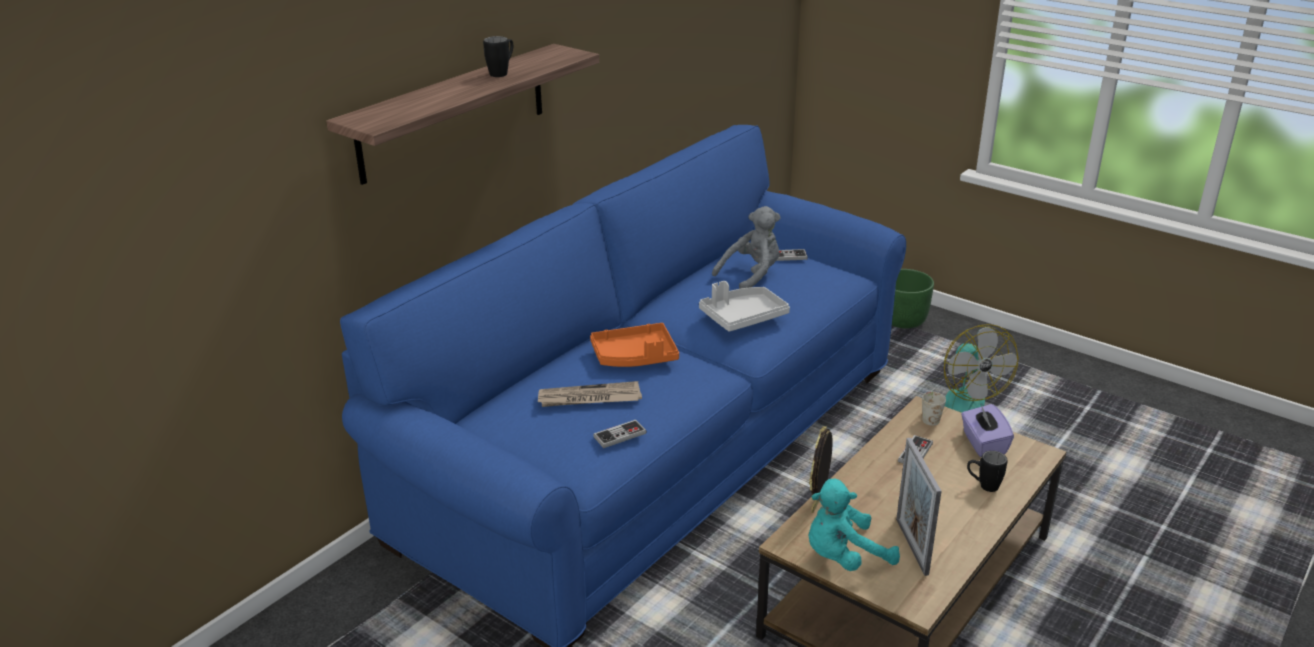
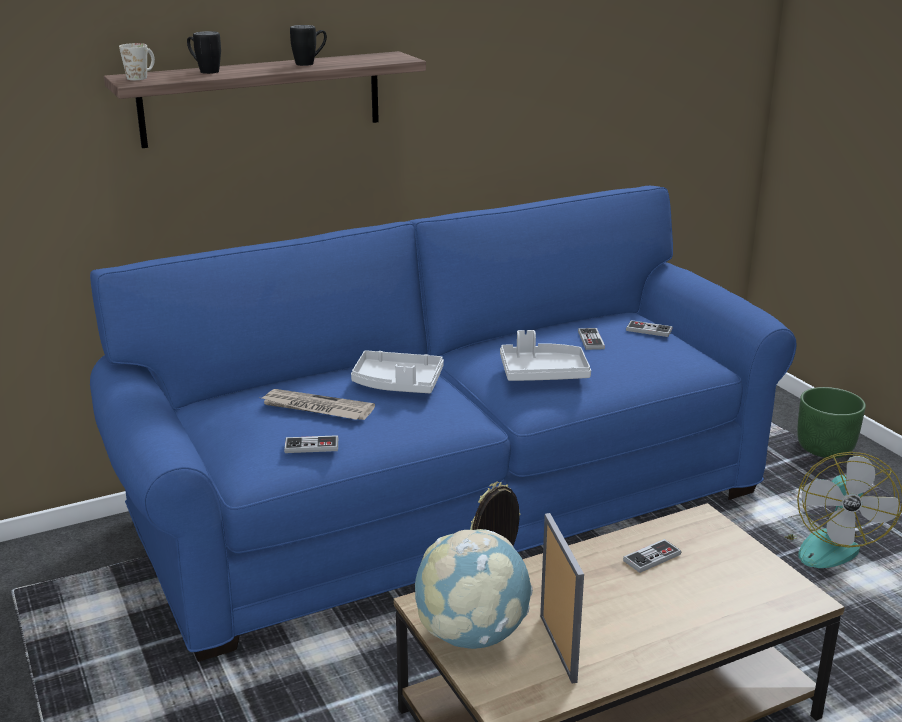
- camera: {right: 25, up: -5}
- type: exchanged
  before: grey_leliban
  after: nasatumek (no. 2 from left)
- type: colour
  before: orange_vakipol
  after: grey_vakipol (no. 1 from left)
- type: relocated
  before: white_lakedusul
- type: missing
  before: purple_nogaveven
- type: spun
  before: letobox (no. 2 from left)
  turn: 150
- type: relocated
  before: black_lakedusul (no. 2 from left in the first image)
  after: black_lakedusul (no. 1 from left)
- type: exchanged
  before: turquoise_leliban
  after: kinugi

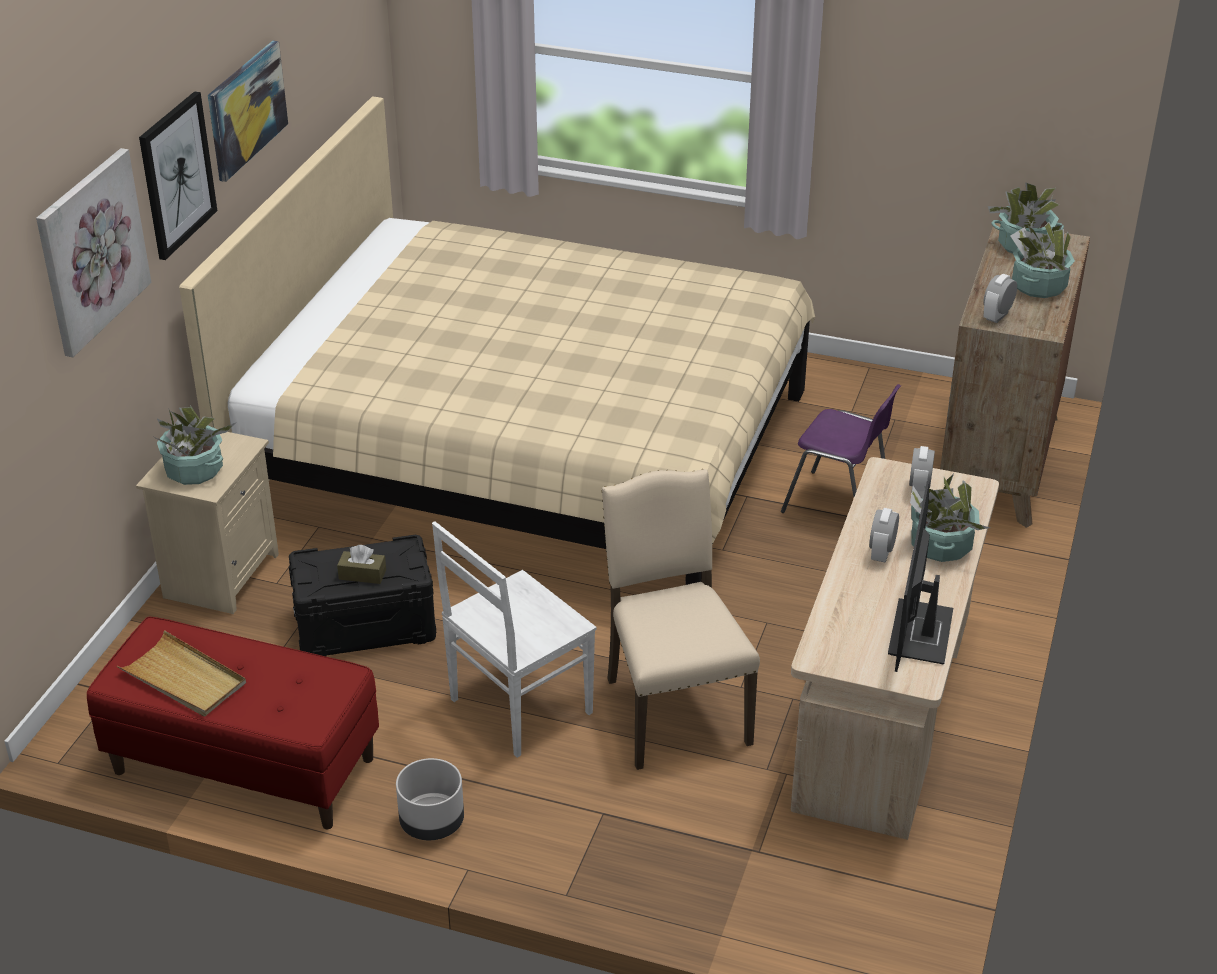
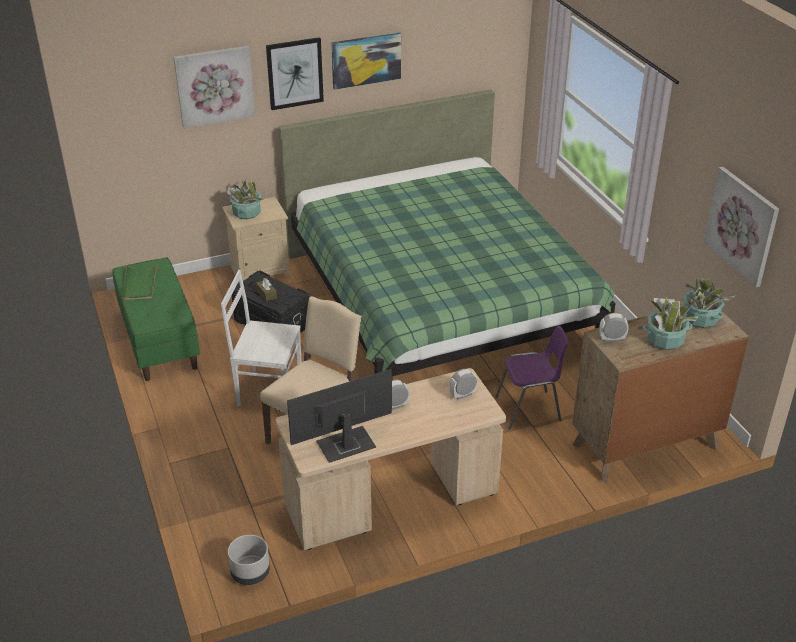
- camera: {right: 50, up: 0}
- type: colour
  before: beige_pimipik
  after: green_pimipik
- type: spun
  before: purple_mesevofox
  turn: -90
- type: missing
  before: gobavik (no. 2 from left)
- type: colour
  before: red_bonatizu
  after: green_bonatizu
- type: colour
  before: beige_vakipol
  after: green_vakipol
- type: relocated
  before: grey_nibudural
- type: appeared
  after: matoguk (no. 4 from left)

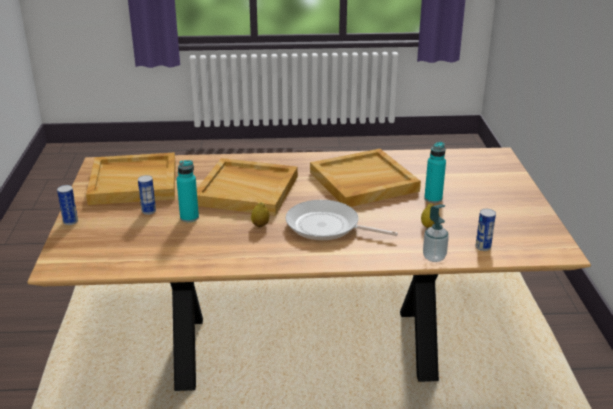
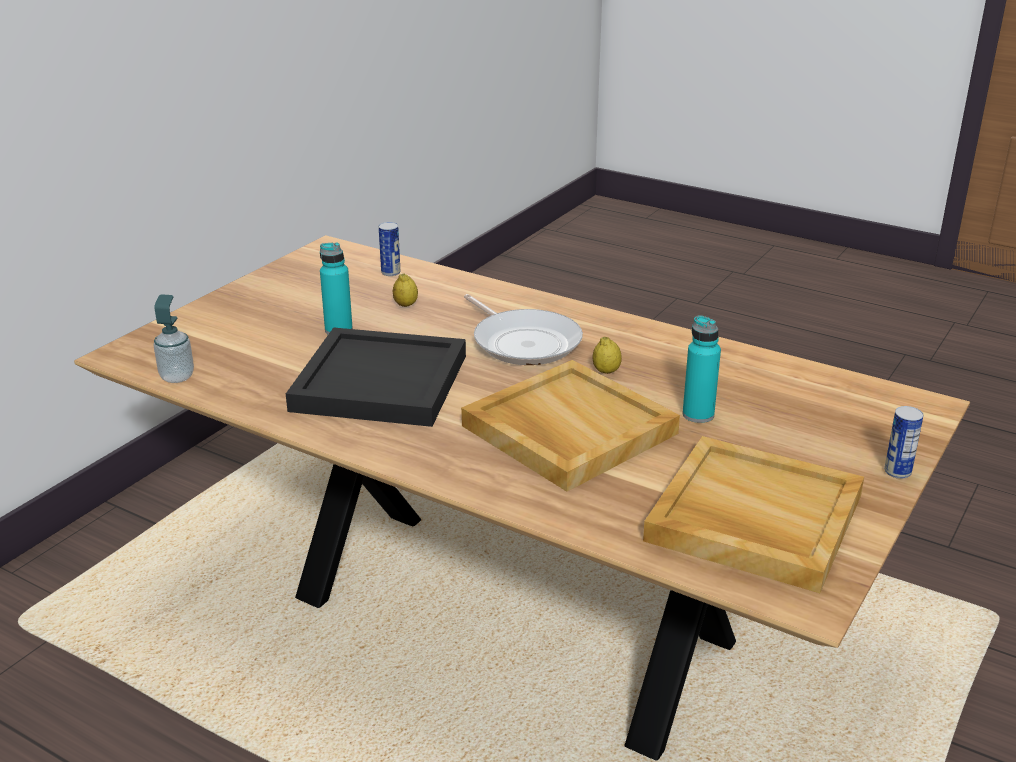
- camera: {right: -145, up: 0}
- type: colour
  before: beige_vakipol (no. 3 from left)
  after: black_vakipol
- type: missing
  before: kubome (no. 2 from left)
- type: relocated
  before: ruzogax

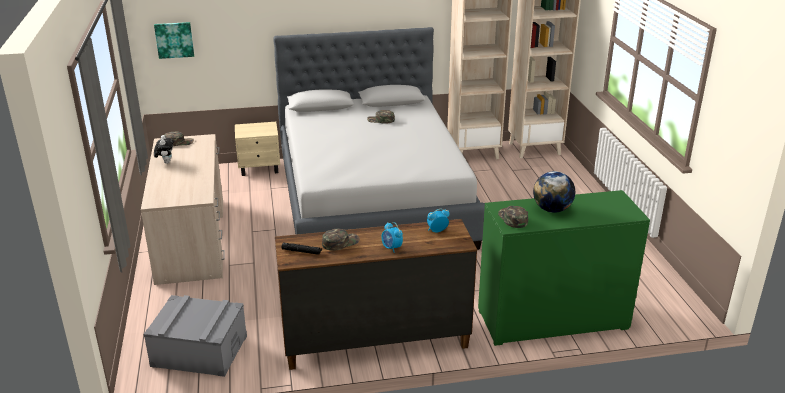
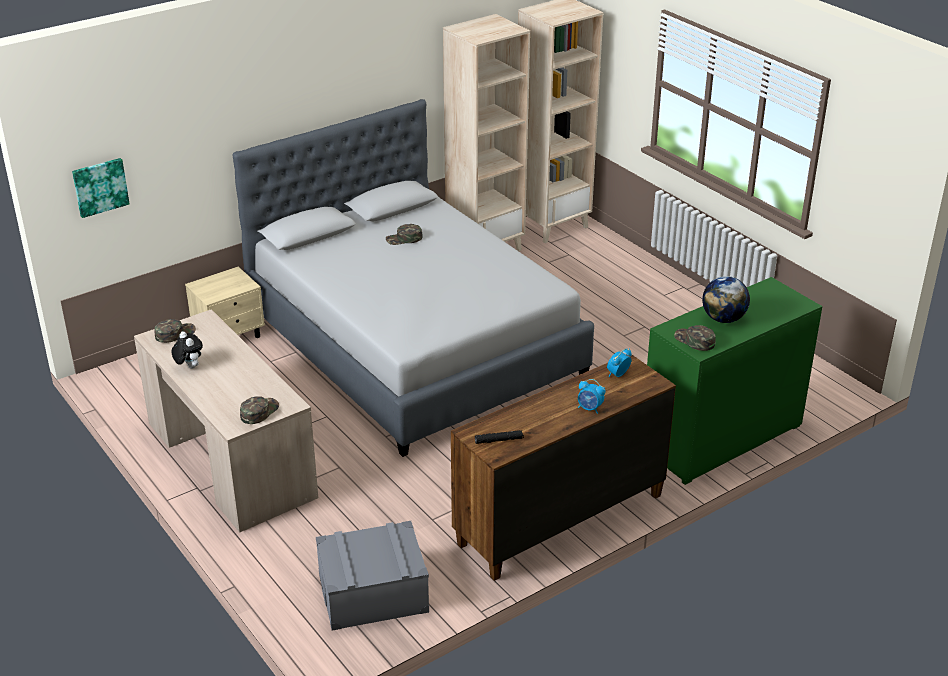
- camera: {right: -25, up: 5}
- type: relocated
  before: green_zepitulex (no. 2 from left)

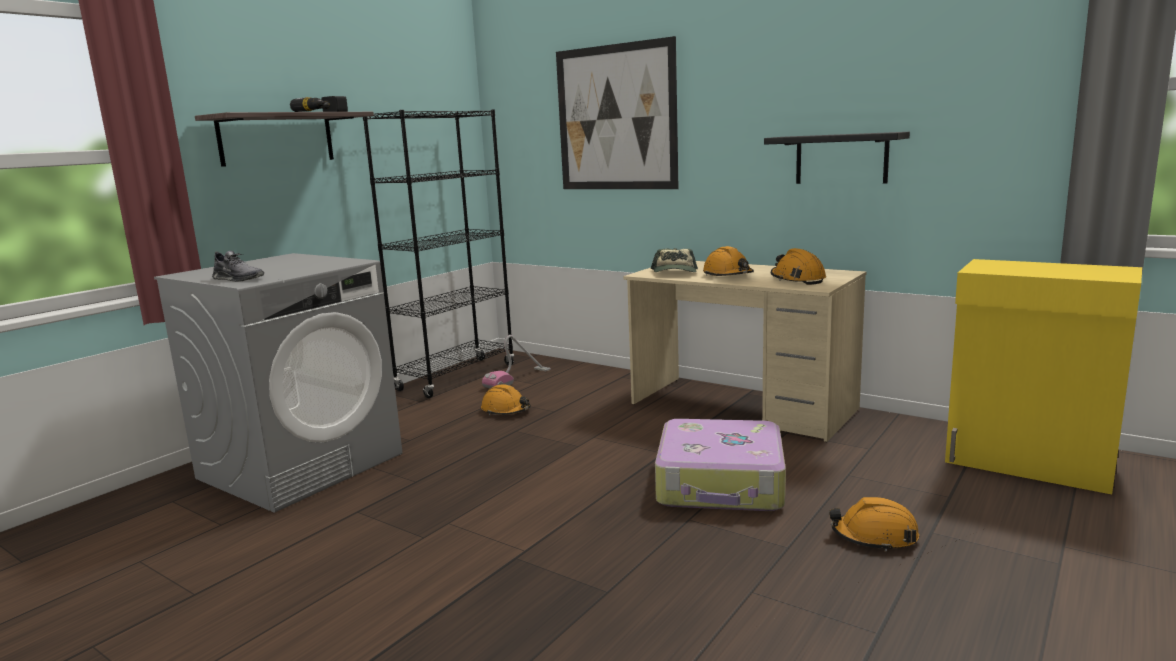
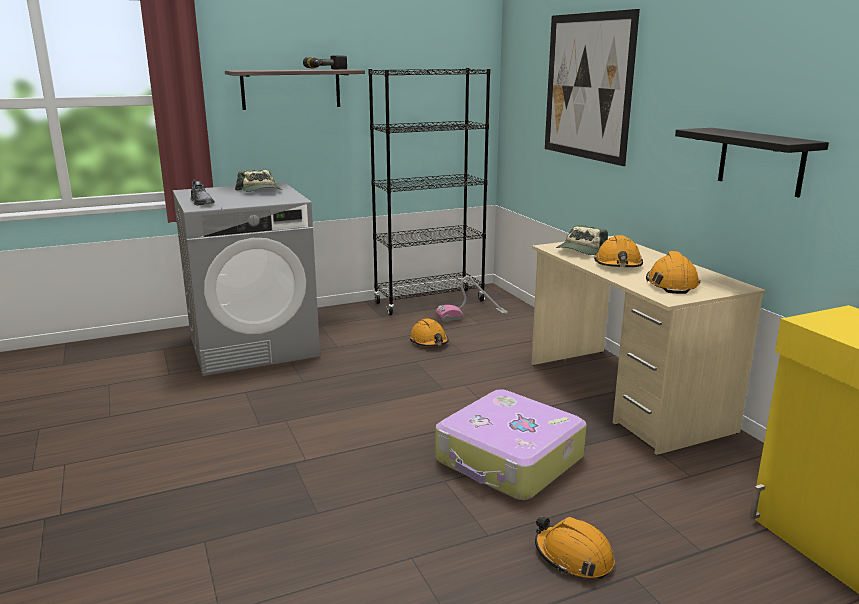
- camera: {right: 30, up: 5}
- type: appeared
  after: zepitulex (no. 1 from left)

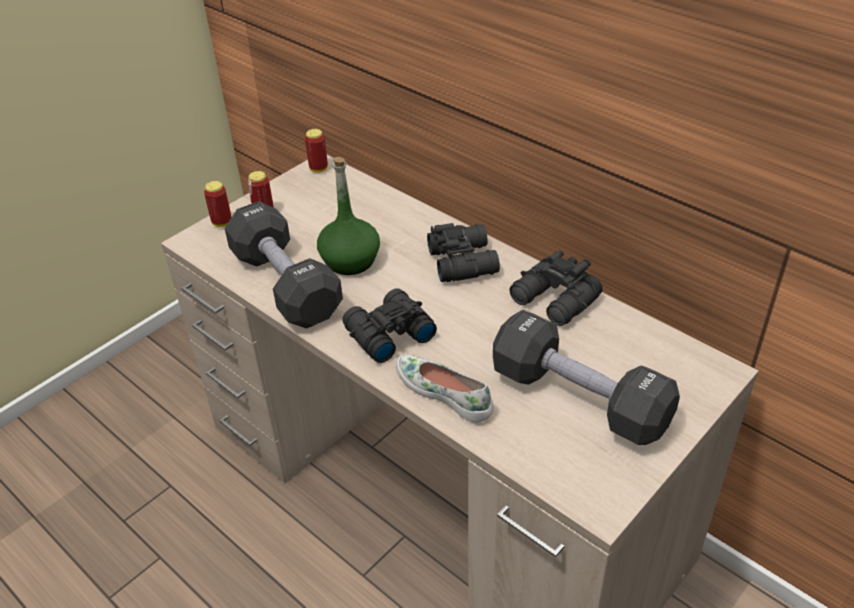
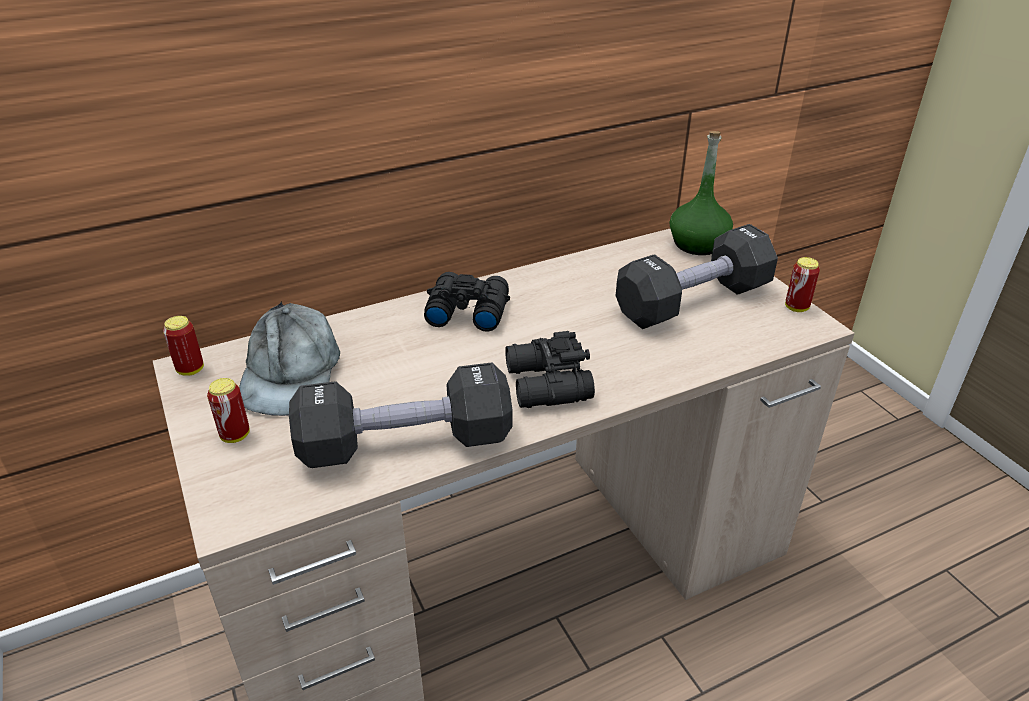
- camera: {right: -70, up: -5}
- type: relocated
  before: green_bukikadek
- type: relocated
  before: kubome (no. 1 from left in the first image)
  after: kubome (no. 3 from left)
- type: missing
  before: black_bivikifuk (no. 3 from left)
- type: missing
  before: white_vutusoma
- type: appeared
  after: grey_zepitulex

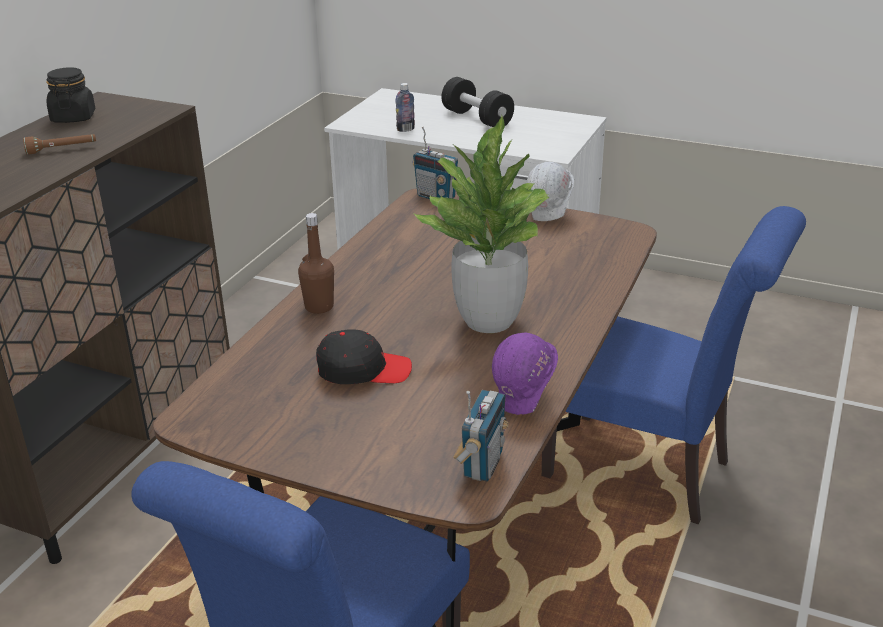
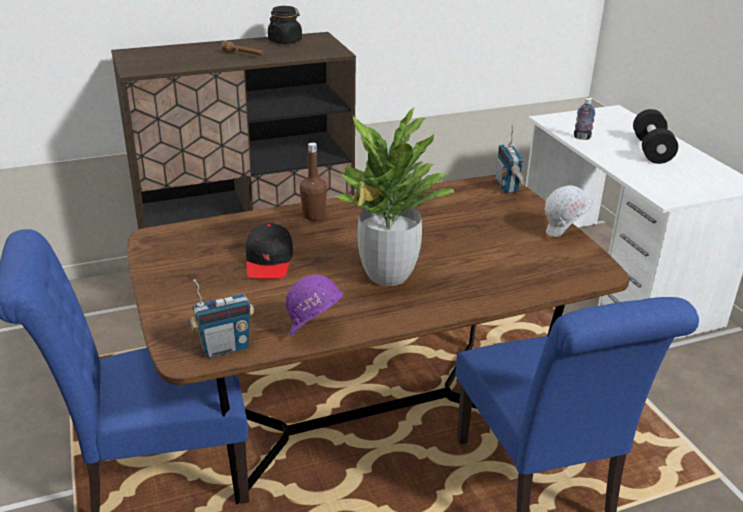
- camera: {right: 45, up: 0}
- type: spun
  before: black_zepitulex
  turn: 45

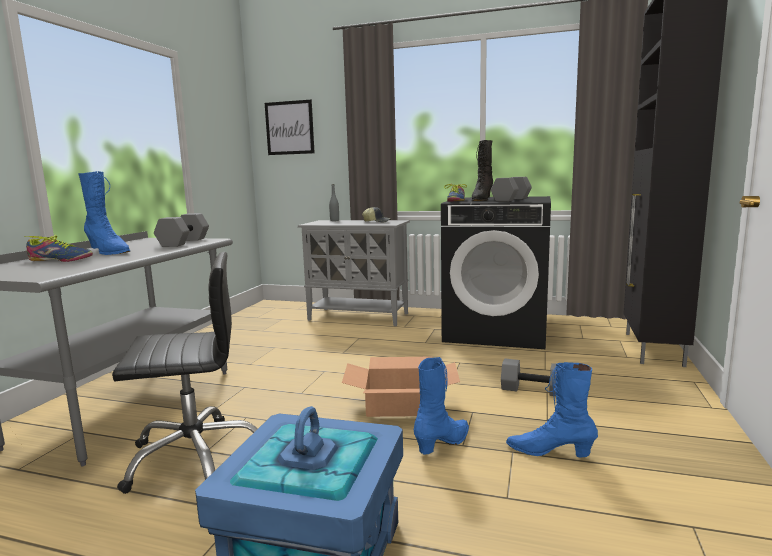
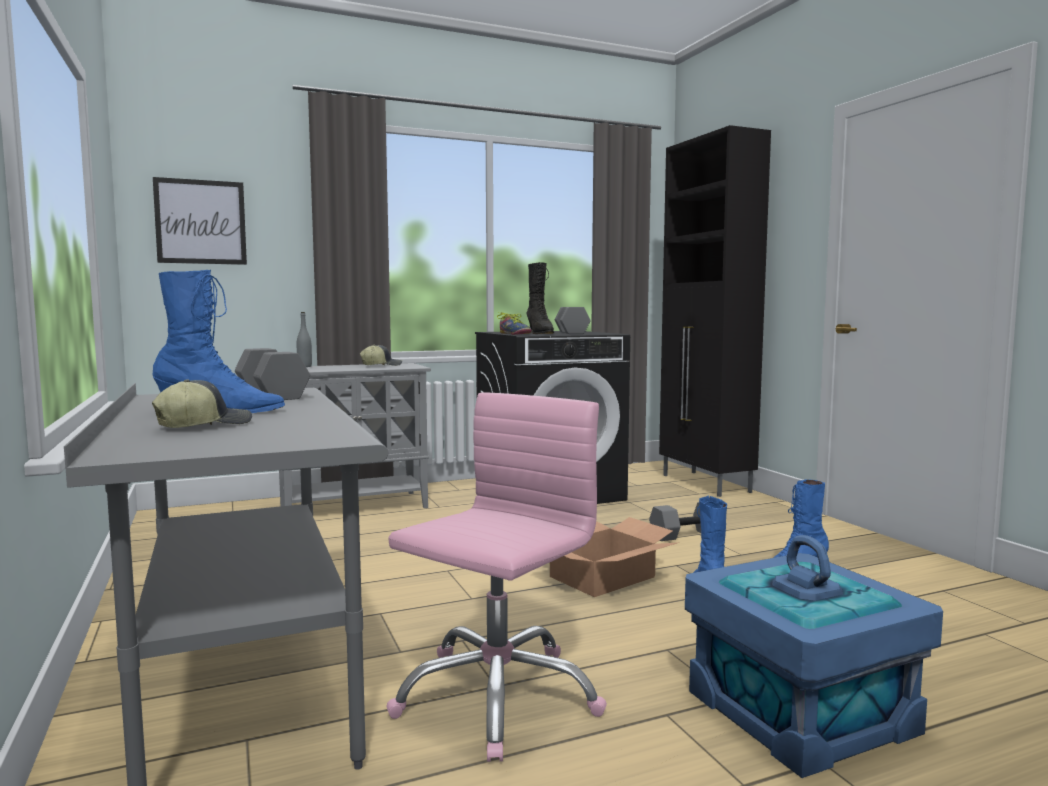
- camera: {right: -40, up: -5}
- type: exchanged
  before: vutusoma (no. 1 from left)
  after: zepitulex (no. 1 from left)
- type: colour
  before: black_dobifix
  after: pink_dobifix

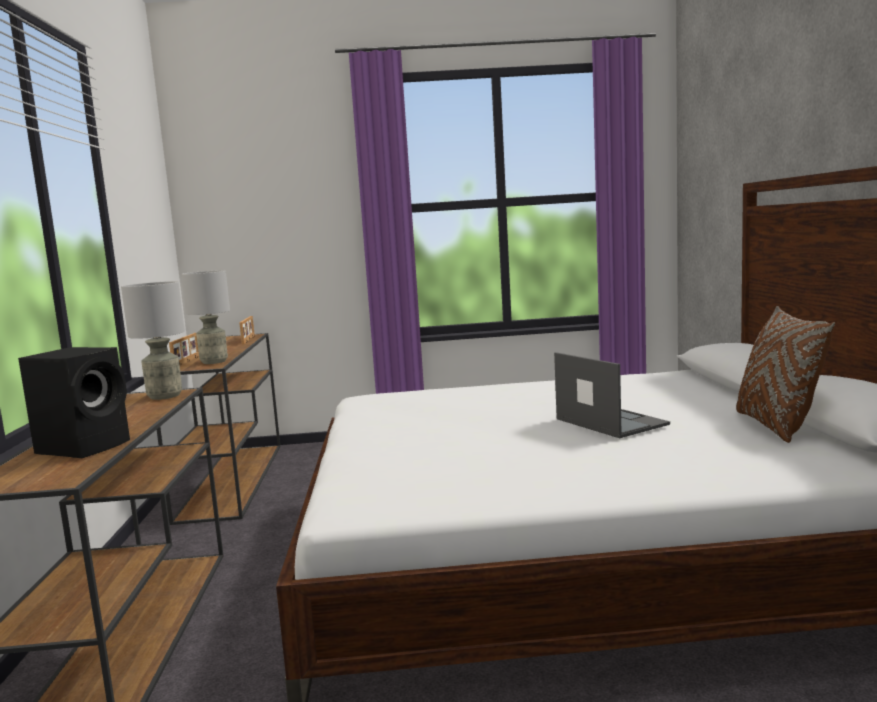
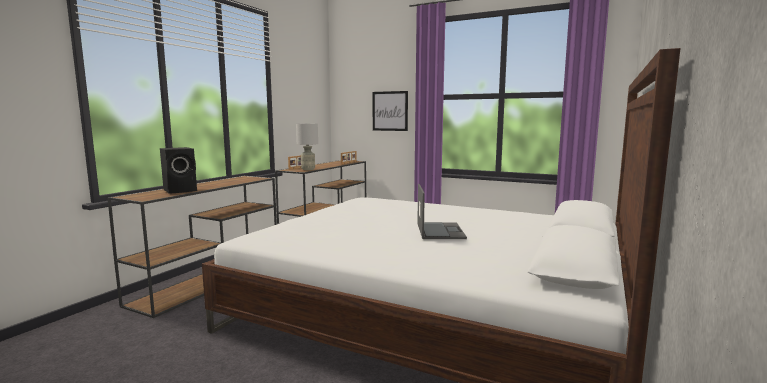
- camera: {right: 30, up: 0}
- type: missing
  before: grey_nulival (no. 1 from left)
- type: missing
  before: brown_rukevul
- type: appeared
  after: matoguk

